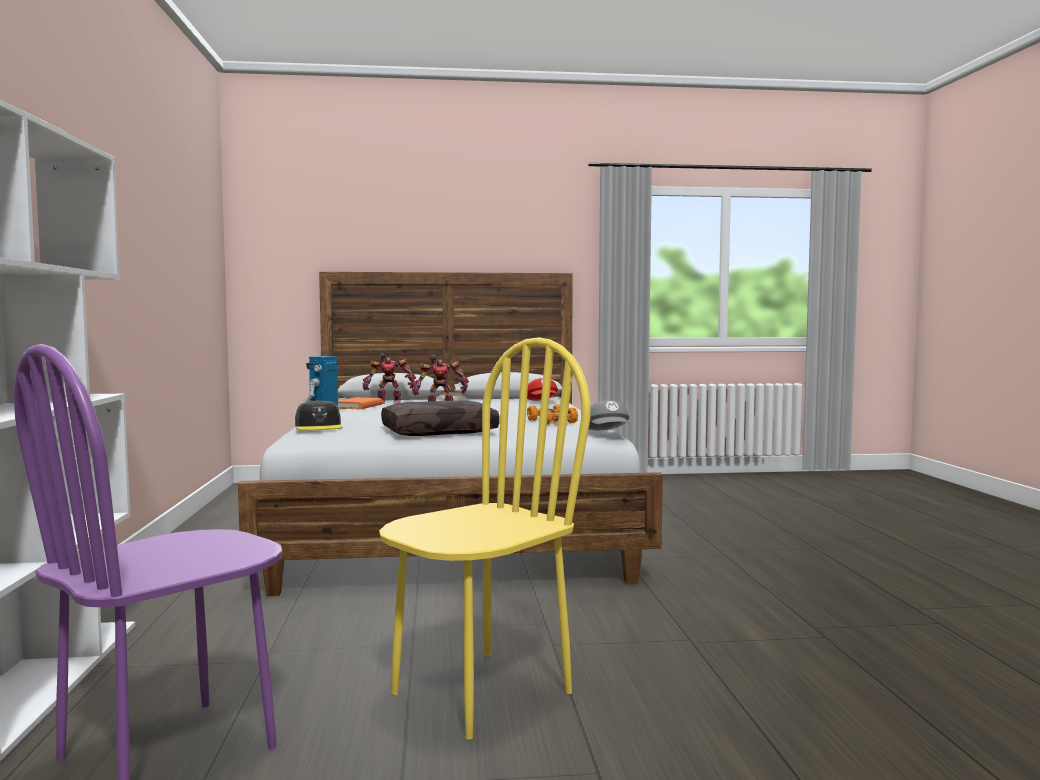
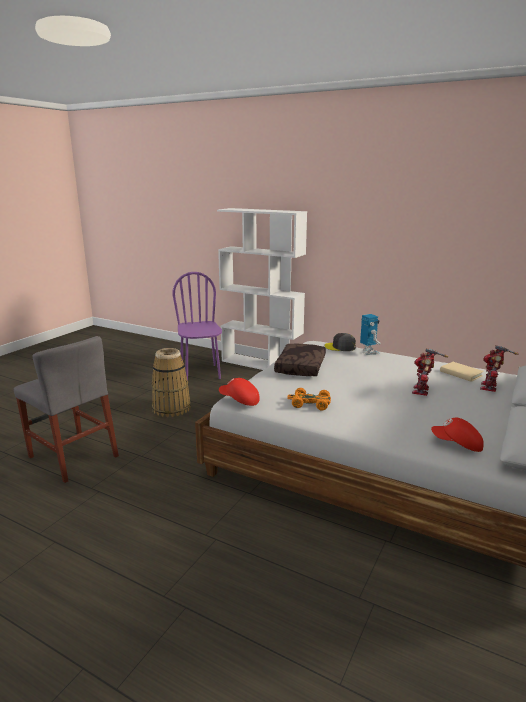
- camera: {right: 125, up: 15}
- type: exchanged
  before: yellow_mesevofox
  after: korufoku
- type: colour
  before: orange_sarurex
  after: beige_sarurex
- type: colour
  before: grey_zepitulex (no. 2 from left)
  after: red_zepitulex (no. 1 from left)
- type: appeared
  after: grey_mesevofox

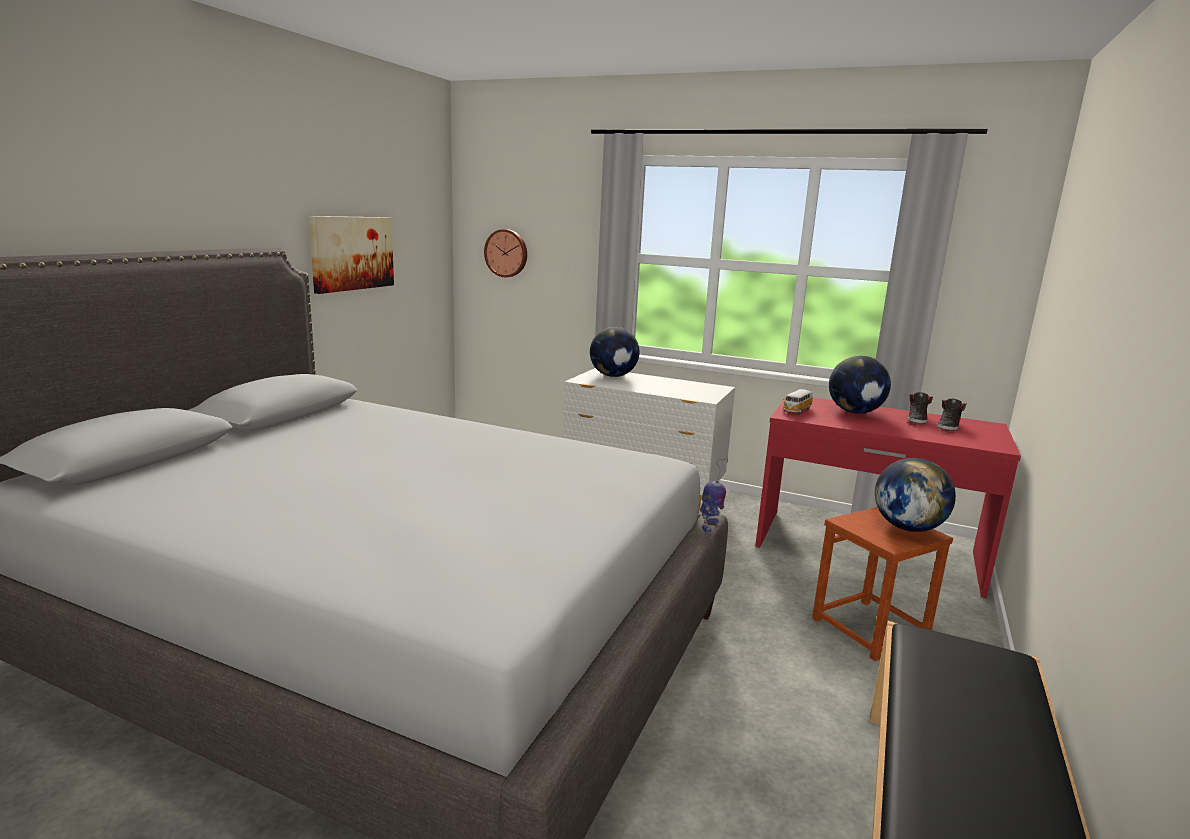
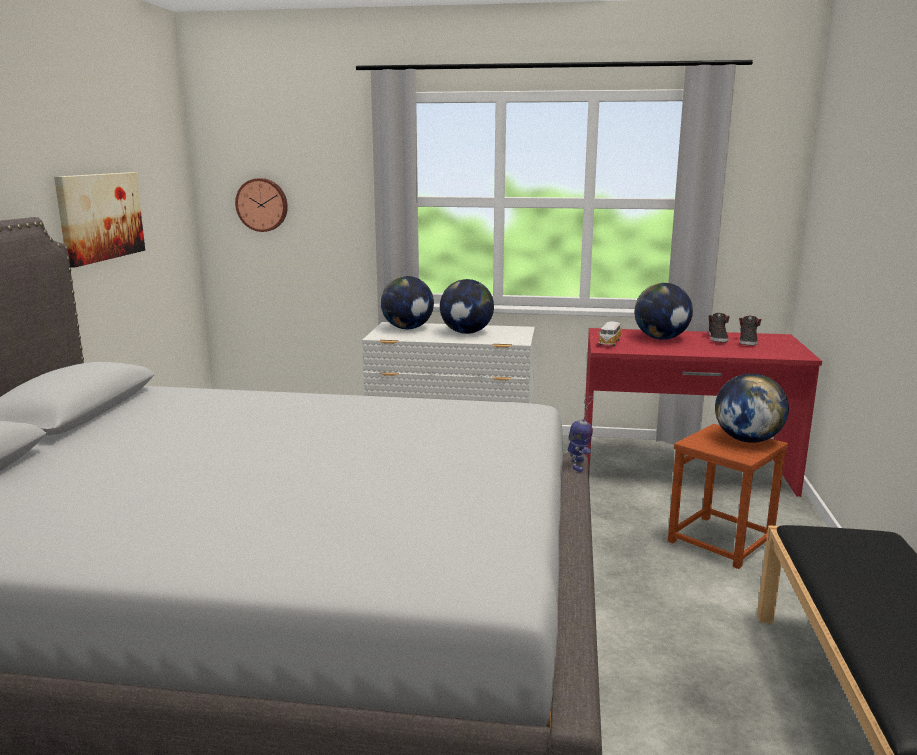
- camera: {right: -15, up: 0}
- type: appeared
  after: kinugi (no. 2 from left)

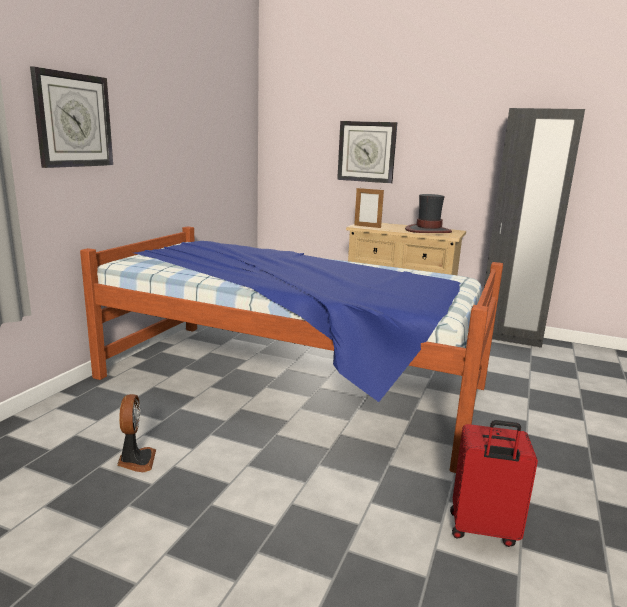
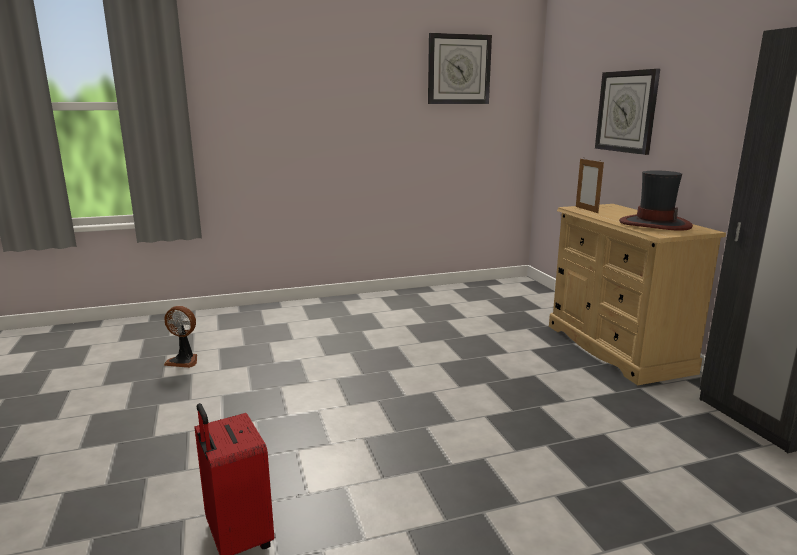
- camera: {right: 50, up: 0}
- type: relocated
  before: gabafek (no. 1 from left)
- type: missing
  before: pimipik
- type: spun
  before: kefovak
  turn: 60

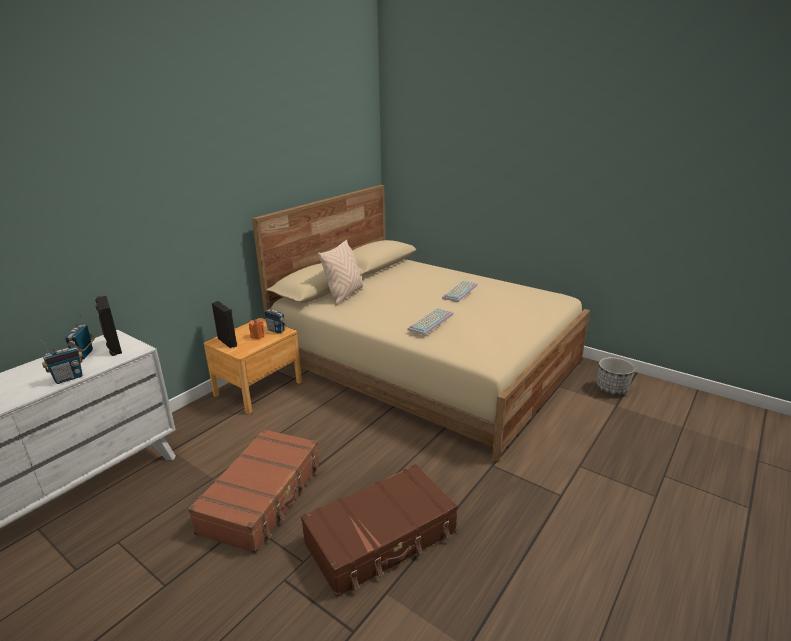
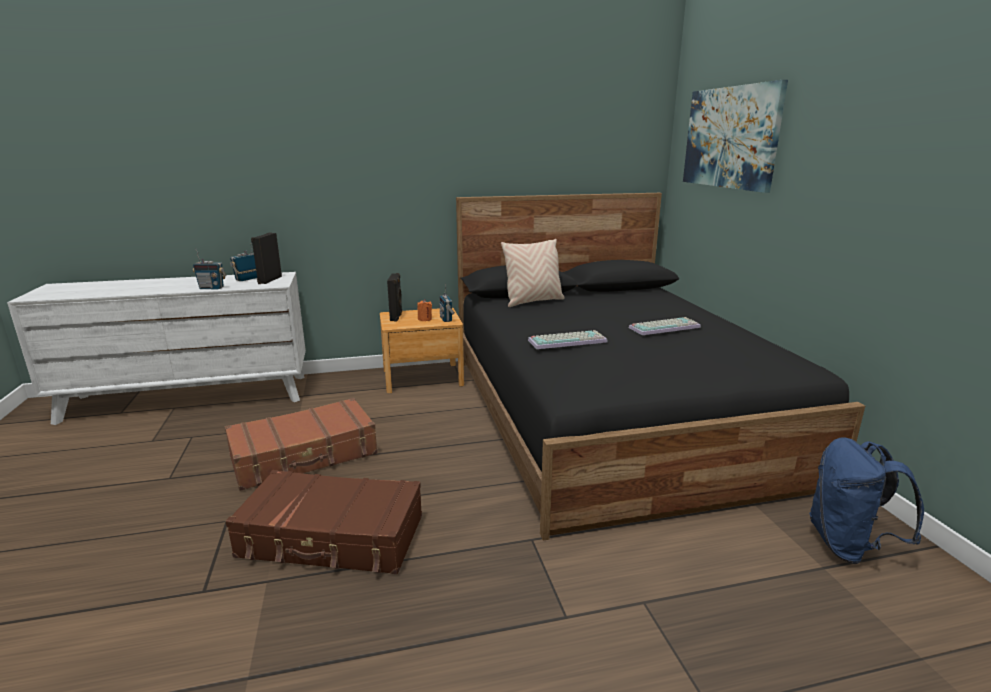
- camera: {right: 40, up: -5}
- type: colour
  before: beige_pimipik
  after: black_pimipik
- type: exchanged
  before: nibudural
  after: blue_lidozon
- type: appeared
  after: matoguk

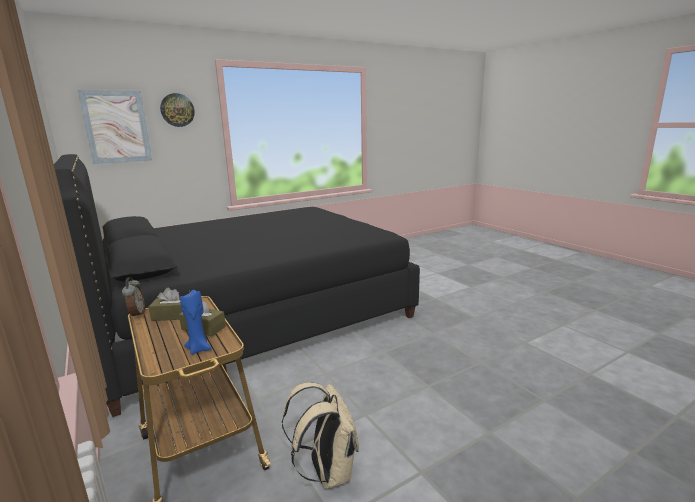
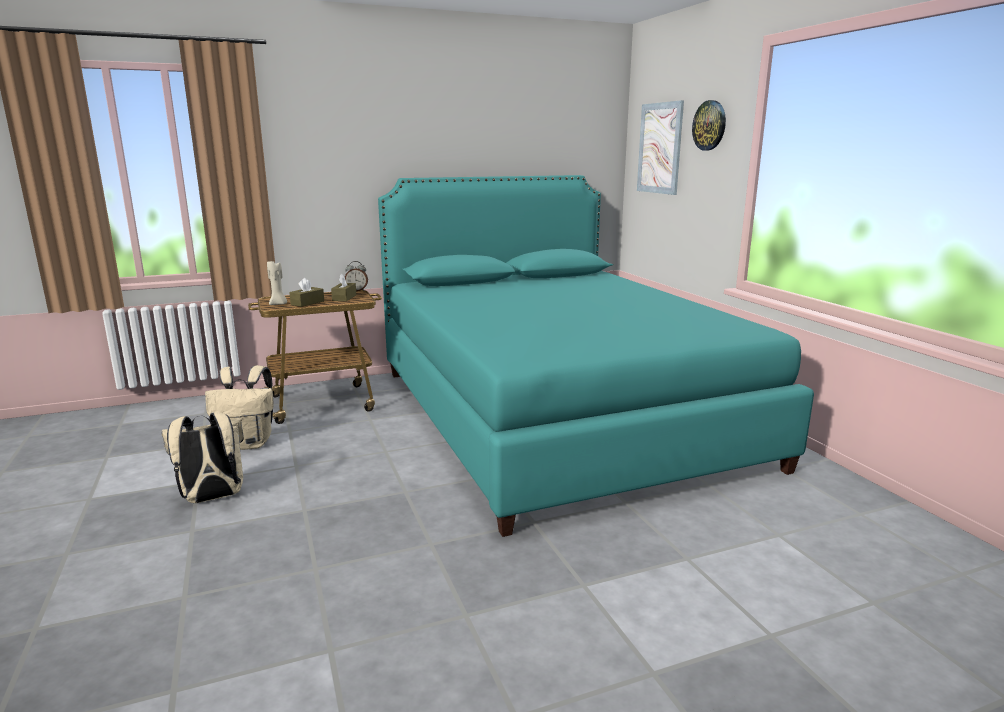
- camera: {right: 100, up: 0}
- type: colour
  before: black_pimipik
  after: turquoise_pimipik
- type: colour
  before: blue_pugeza
  after: beige_pugeza
- type: appeared
  after: beige_lidozon (no. 1 from left)

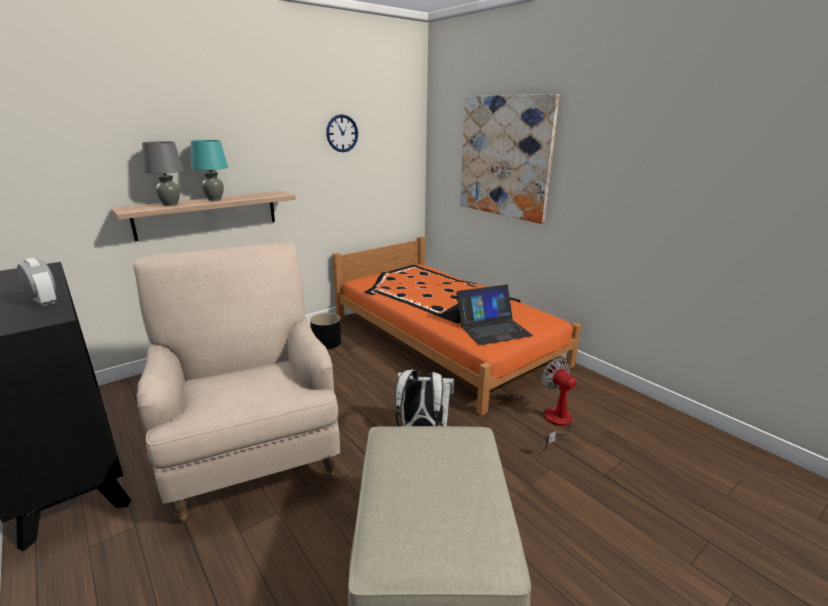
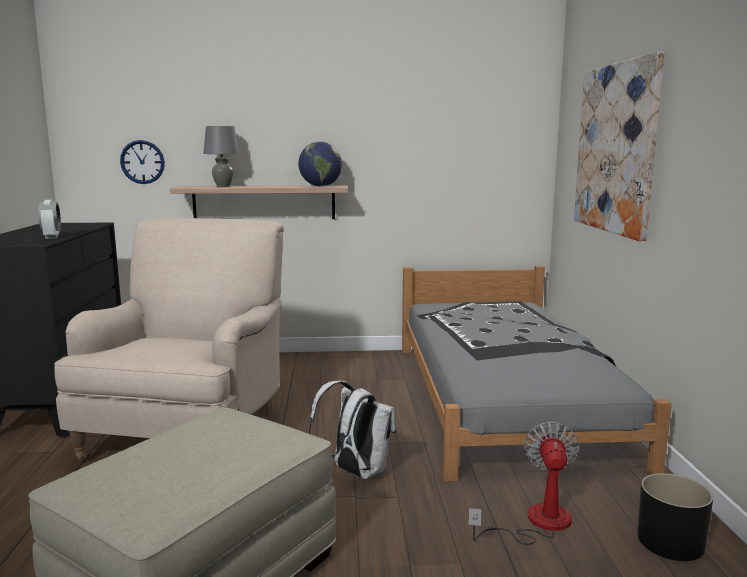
- camera: {right: 35, up: -10}
- type: relocated
  before: gabafek
- type: missing
  before: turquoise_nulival
- type: colour
  before: orange_pimipik
  after: grey_pimipik
- type: missing
  before: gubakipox
- type: relocated
  before: black_nibudural
- type: appeared
  after: kinugi

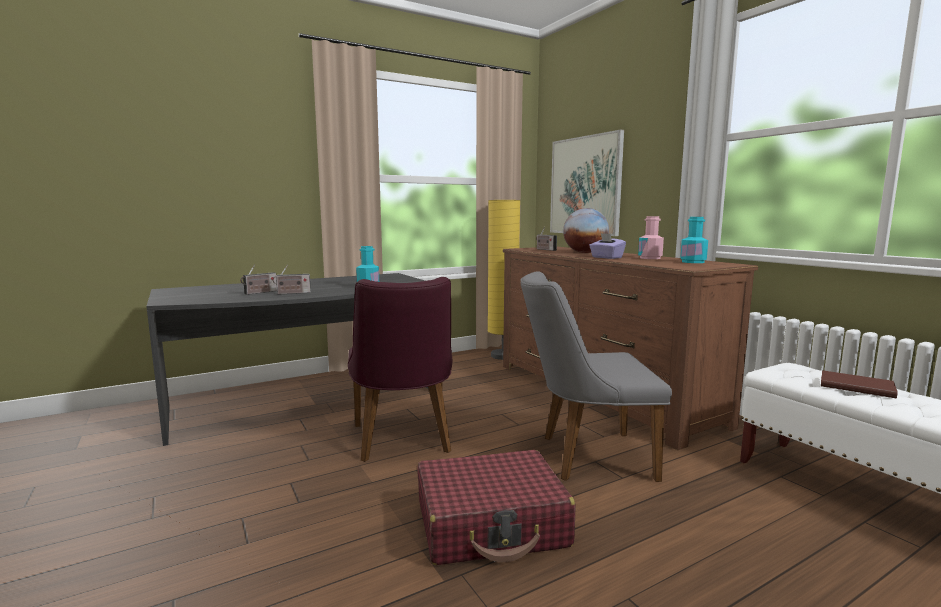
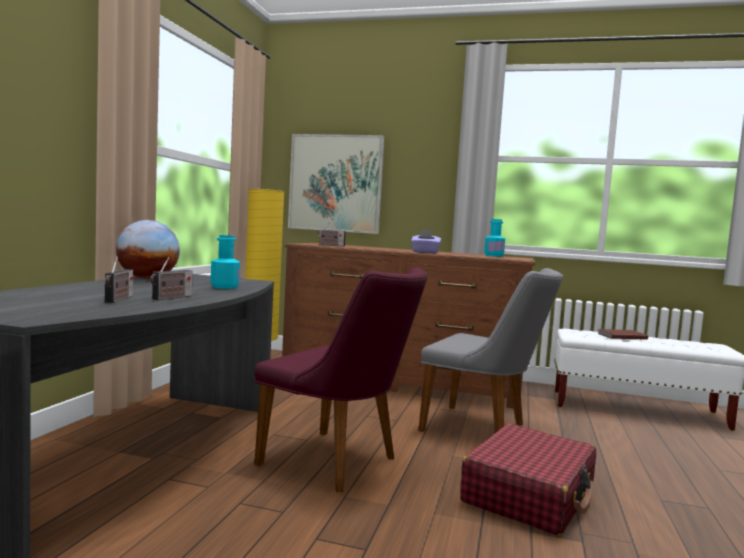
- camera: {right: -45, up: -5}
- type: relocated
  before: kinugi
- type: missing
  before: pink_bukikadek
- type: spun
  before: grey_mesevofox
  turn: -105

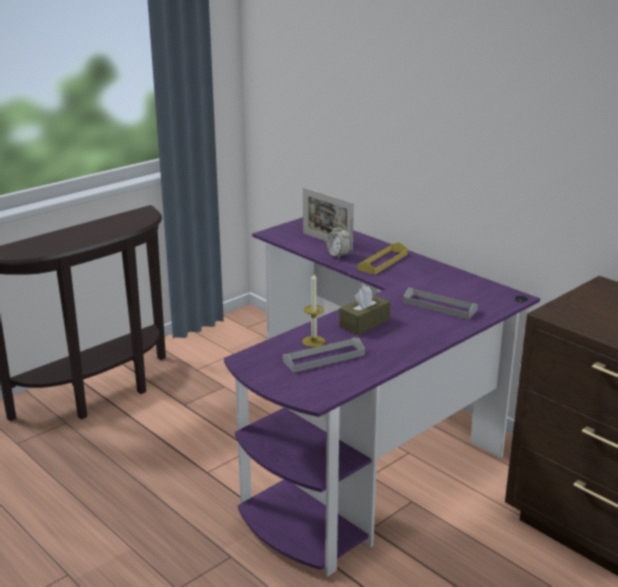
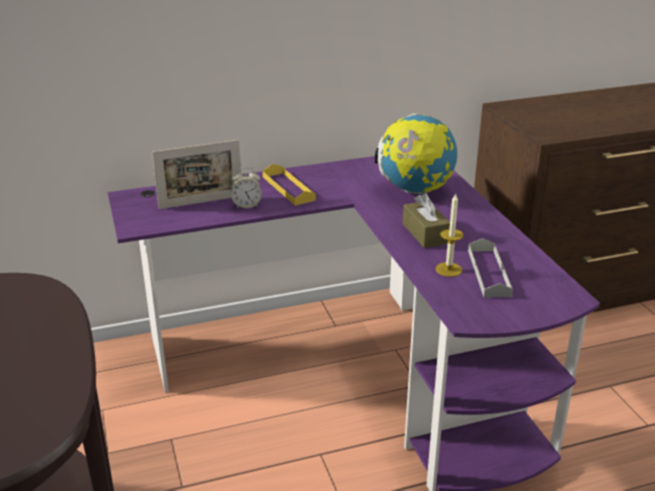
- camera: {right: -65, up: 5}
- type: exchanged
  before: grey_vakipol (no. 2 from left)
  after: kinugi

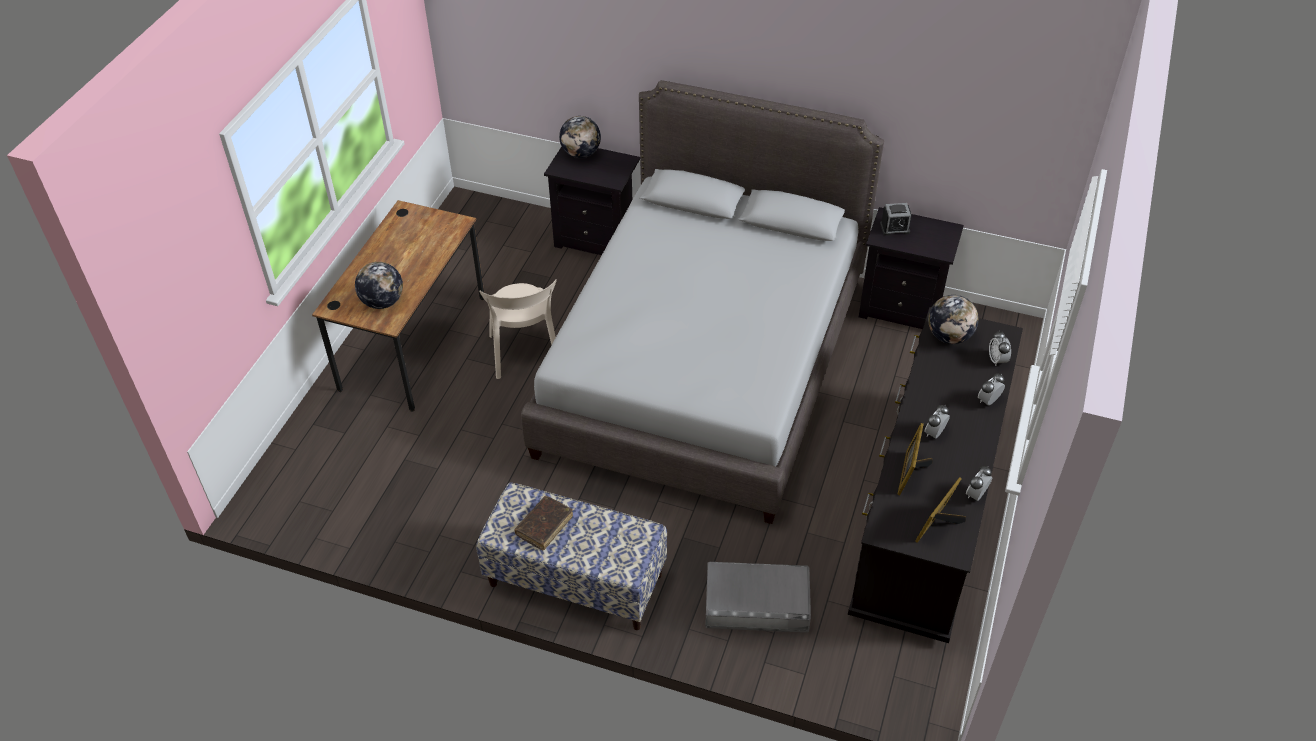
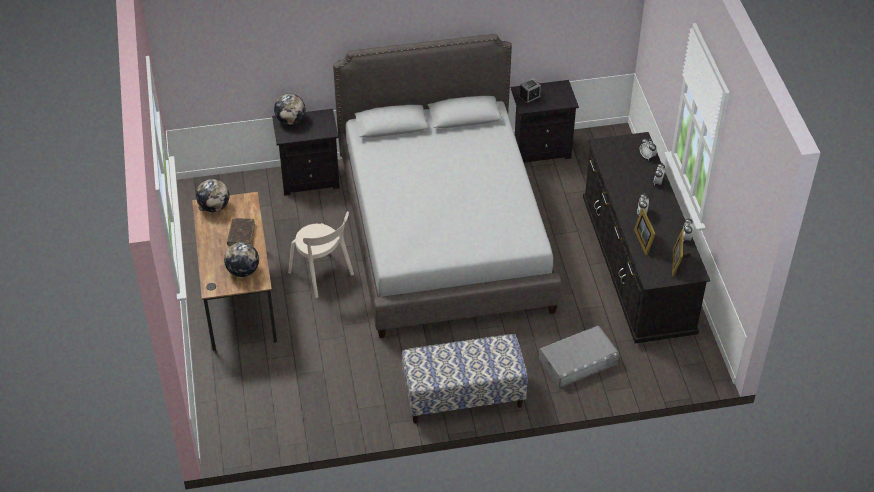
- camera: {right: -30, up: 0}
- type: relocated
  before: kinugi (no. 3 from left in the first image)
  after: kinugi (no. 1 from left)
- type: relocated
  before: brown_sarurex

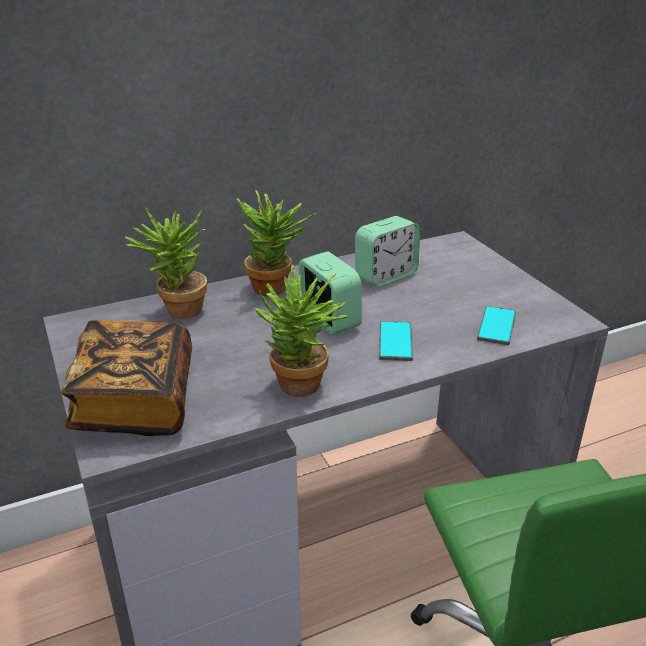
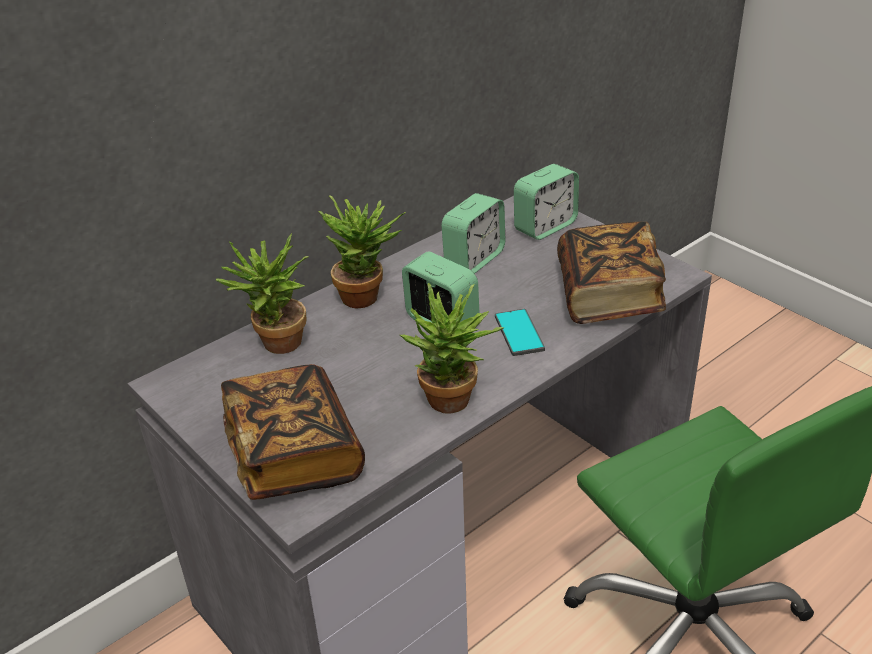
- camera: {right: -15, up: 5}
- type: exchanged
  before: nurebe (no. 2 from left)
  after: sarurex (no. 2 from left)
- type: appeared
  after: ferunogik (no. 3 from left)

